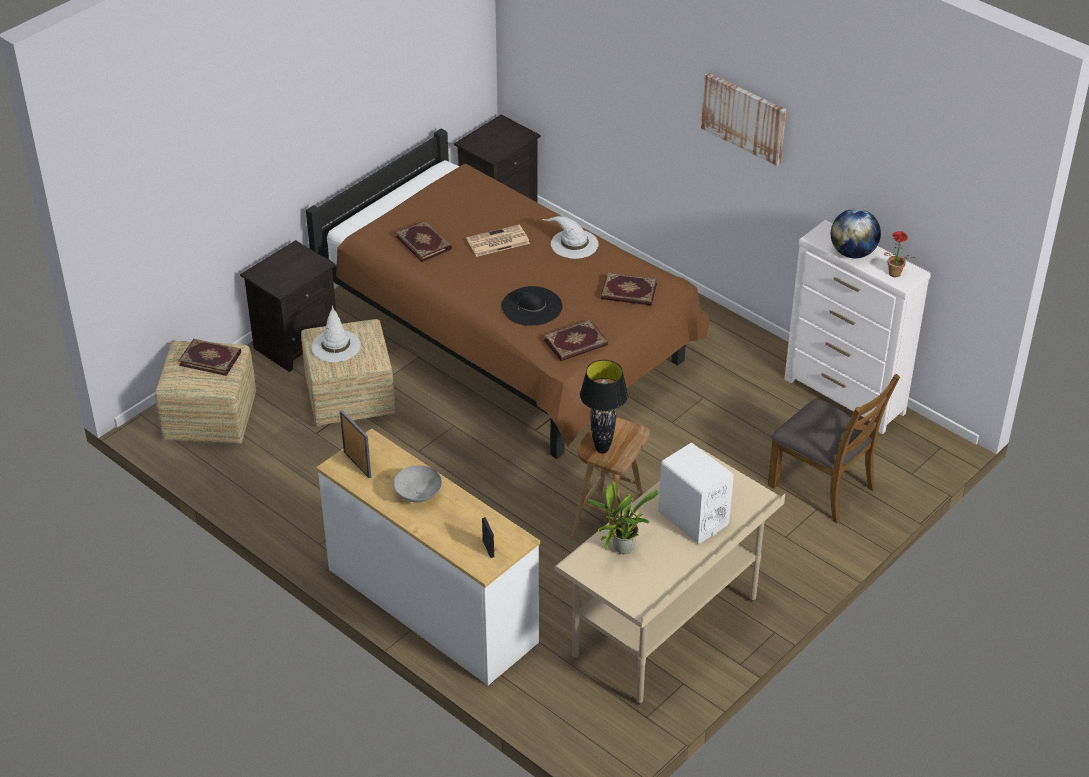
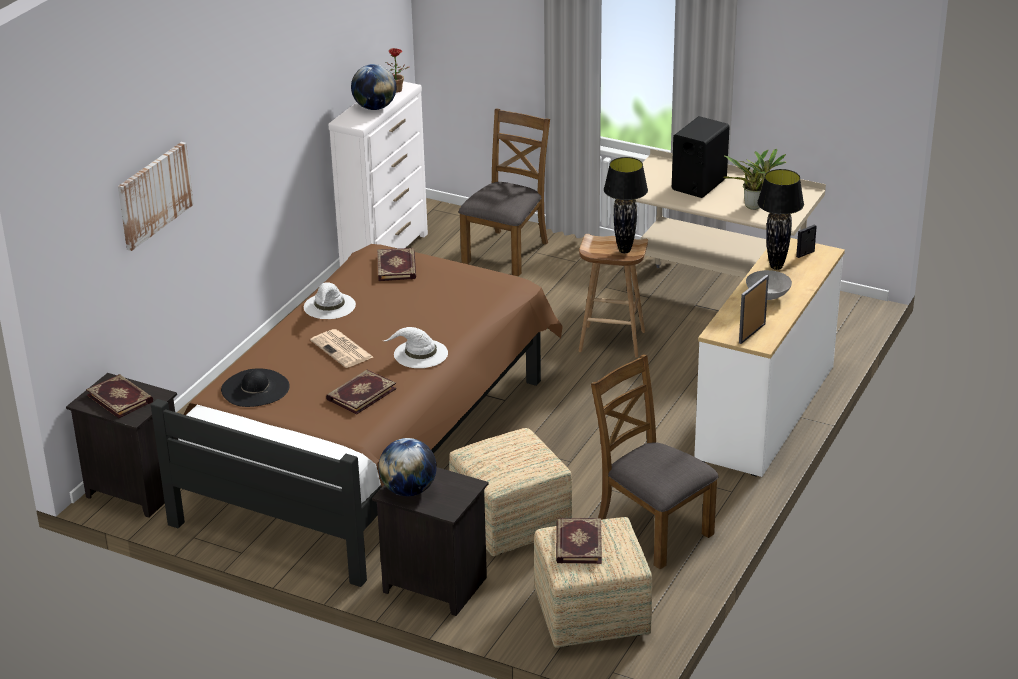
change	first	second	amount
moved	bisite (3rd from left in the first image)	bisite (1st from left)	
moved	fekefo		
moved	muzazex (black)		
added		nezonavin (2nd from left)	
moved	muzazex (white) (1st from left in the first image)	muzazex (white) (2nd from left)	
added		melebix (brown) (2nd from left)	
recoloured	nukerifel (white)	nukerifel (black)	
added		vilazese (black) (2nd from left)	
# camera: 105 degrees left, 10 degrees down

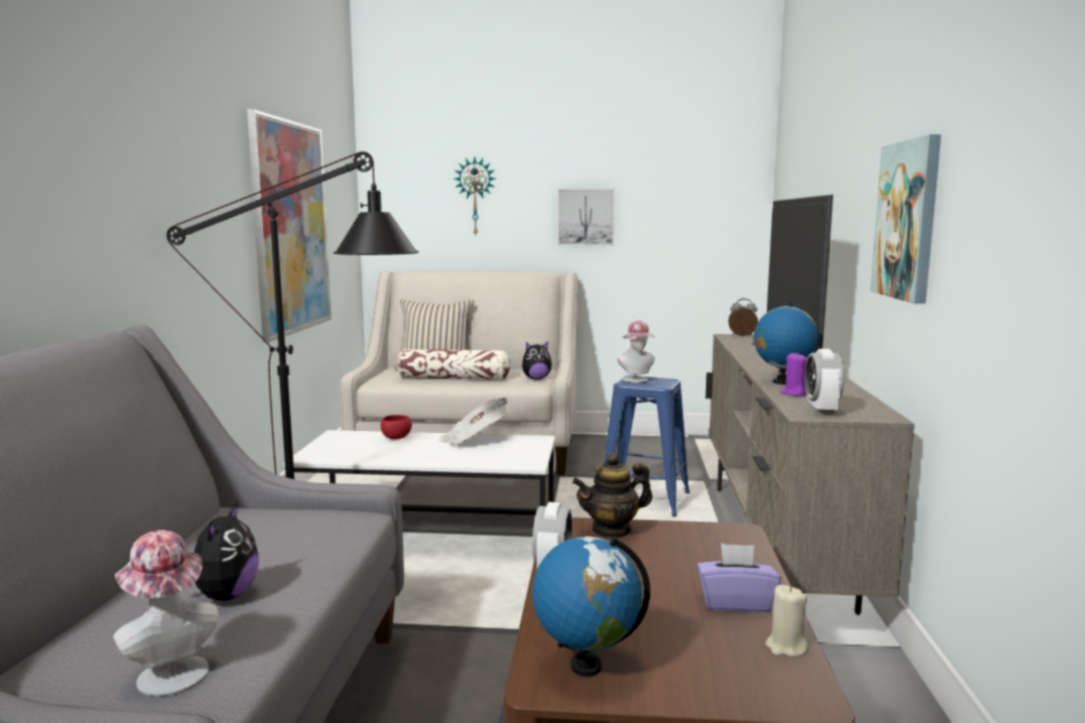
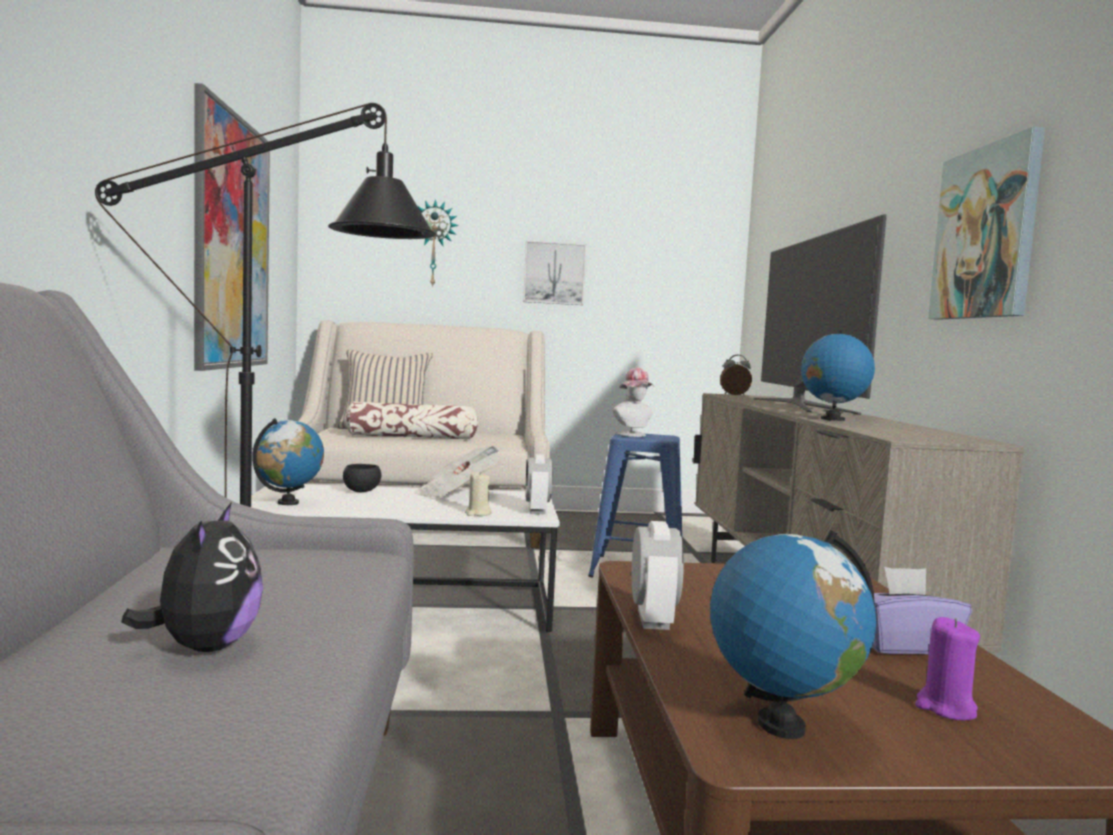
change	first	second	amount
added		nezonavin (1st from left)	
recoloured	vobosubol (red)	vobosubol (black)	
moved	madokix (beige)		
moved	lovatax (3rd from left in the first image)	lovatax (1st from left)	
moved	madokix (purple)		
removed	muzazex (1st from left)		
removed	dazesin (2nd from left)		
removed	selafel		
# camera: 10 degrees left, 5 degrees down

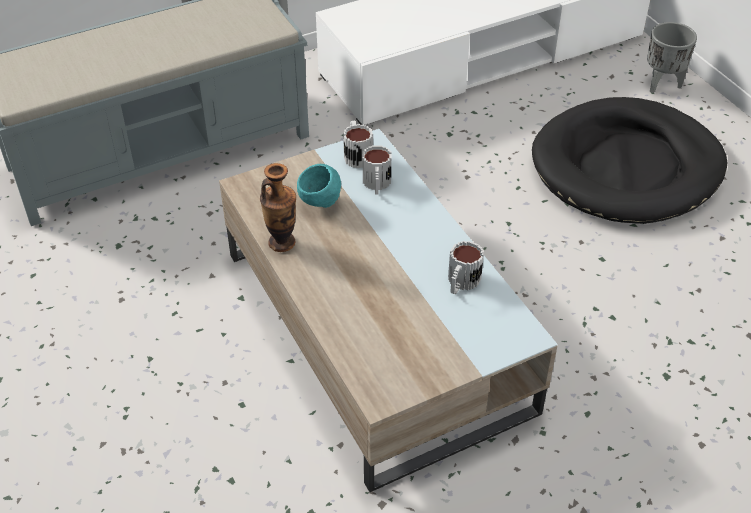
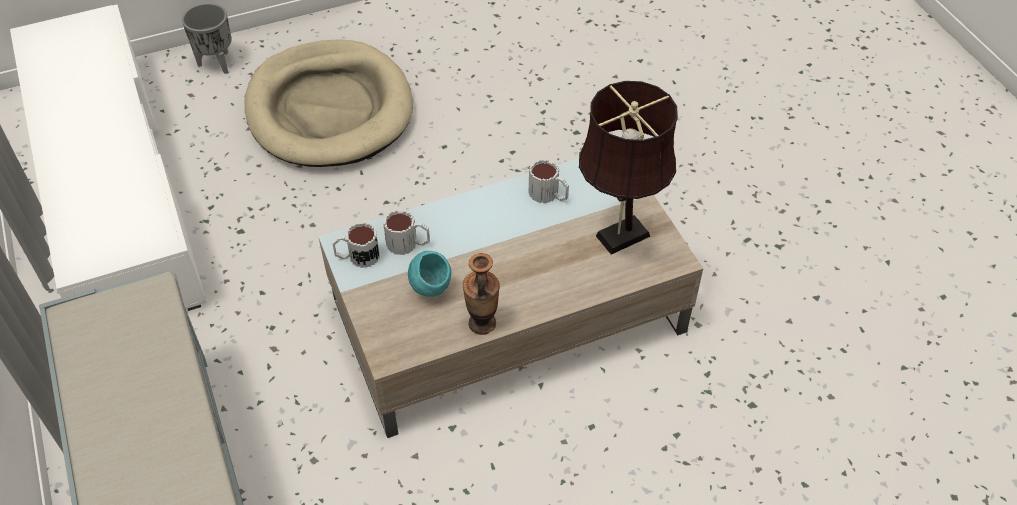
change	first	second	amount
recoloured	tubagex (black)	tubagex (beige)	
added		vilazese (brown)	
# camera: 85 degrees left, 5 degrees up

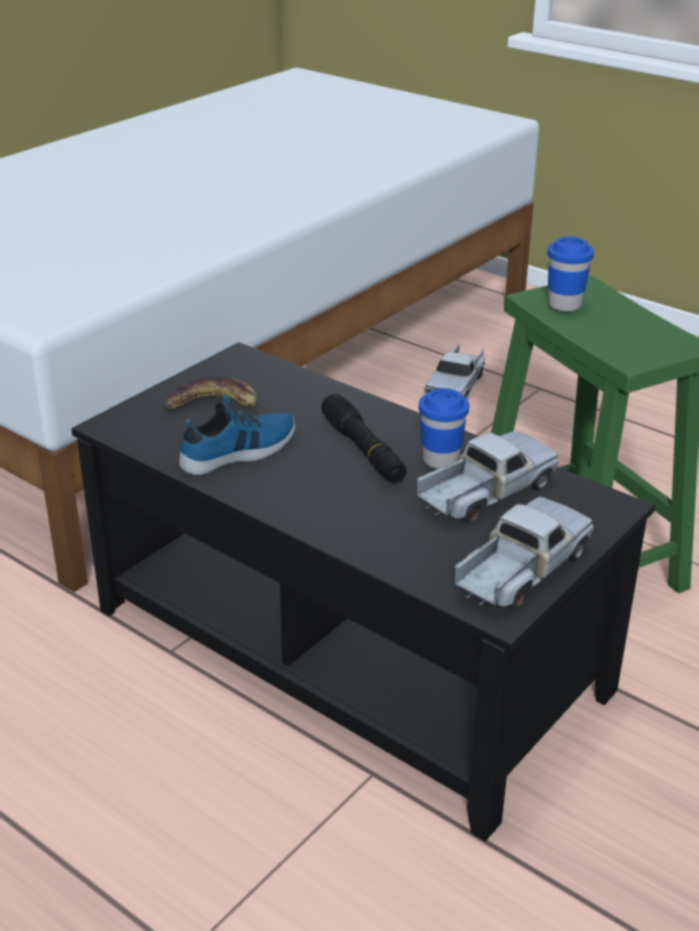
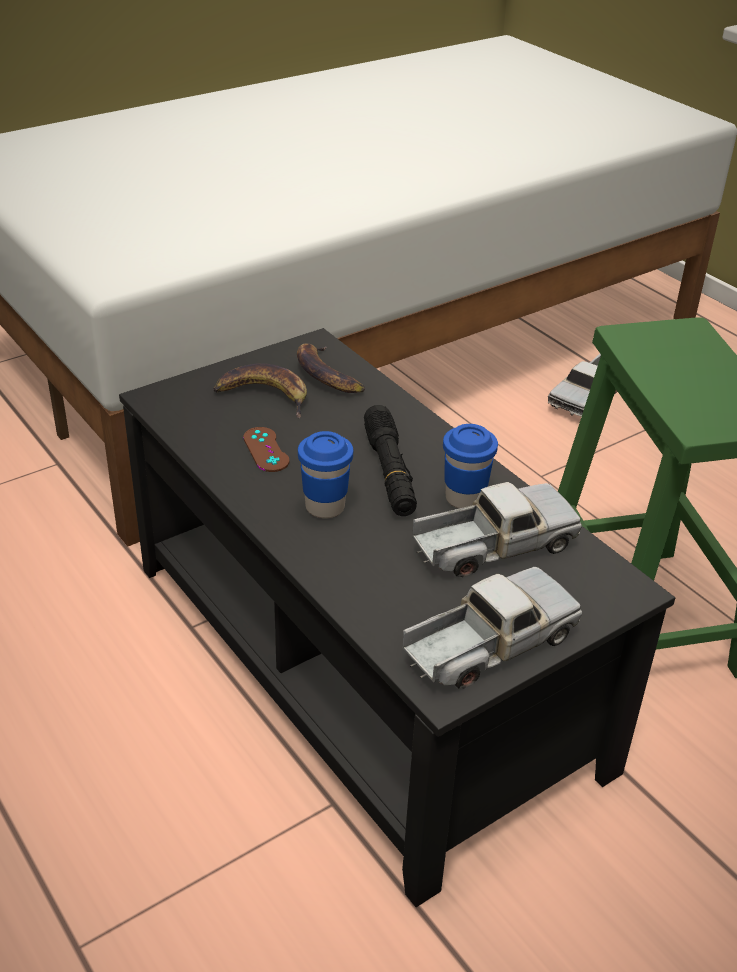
change	first	second	amount
replaced	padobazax	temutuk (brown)	
added		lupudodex (2nd from left)	
moved	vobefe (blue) (2nd from left in the first image)	vobefe (blue) (1st from left)	
# camera: 15 degrees right, 5 degrees up

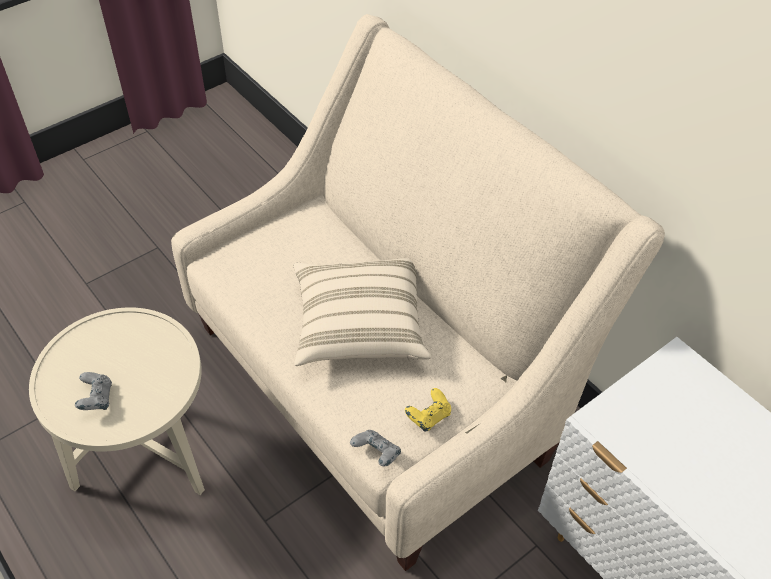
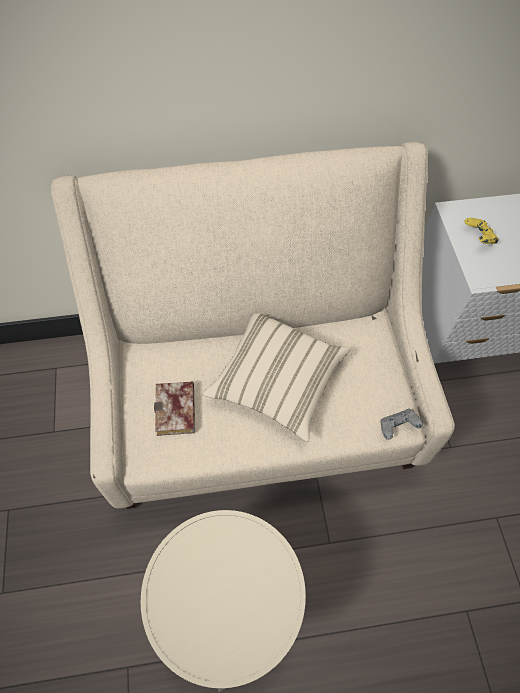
change	first	second	amount
added		bisite	
moved	temutuk (yellow)		
removed	temutuk (grey) (1st from left)		
# camera: 60 degrees left, 10 degrees up

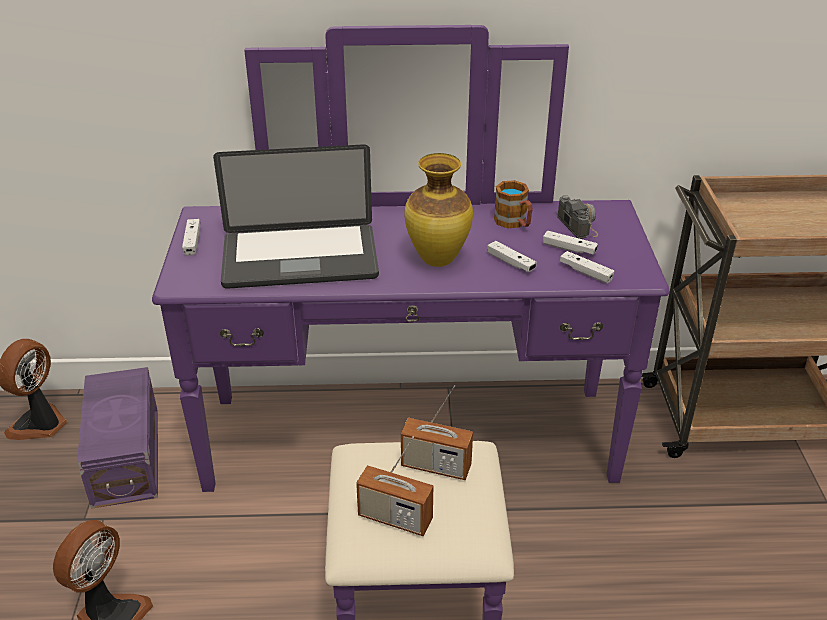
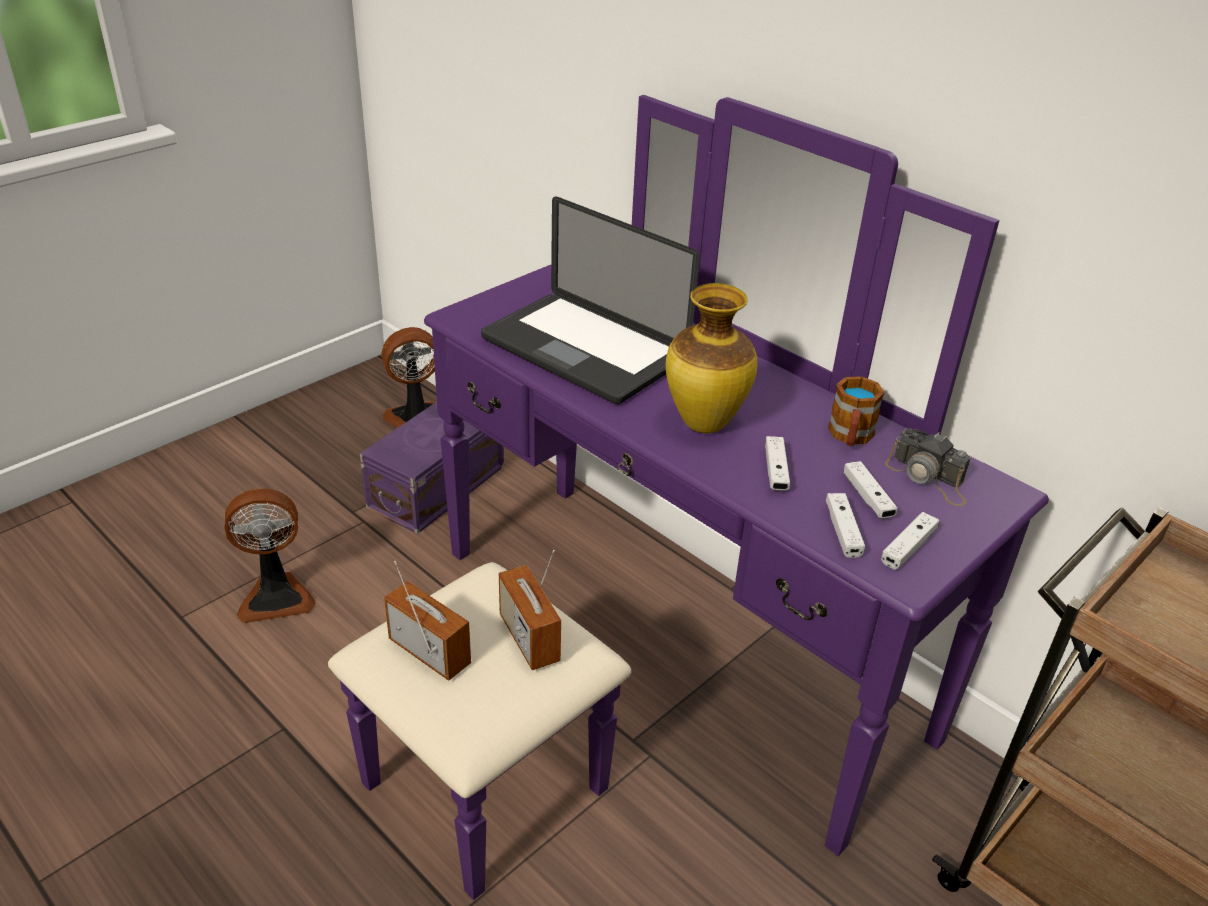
change	first	second	amount
turned	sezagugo (1st from left)		150 degrees clockwise
moved	temutuk (white) (1st from left in the first image)	temutuk (white) (4th from left)	
turned	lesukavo		105 degrees clockwise
# camera: 45 degrees right, 0 degrees up

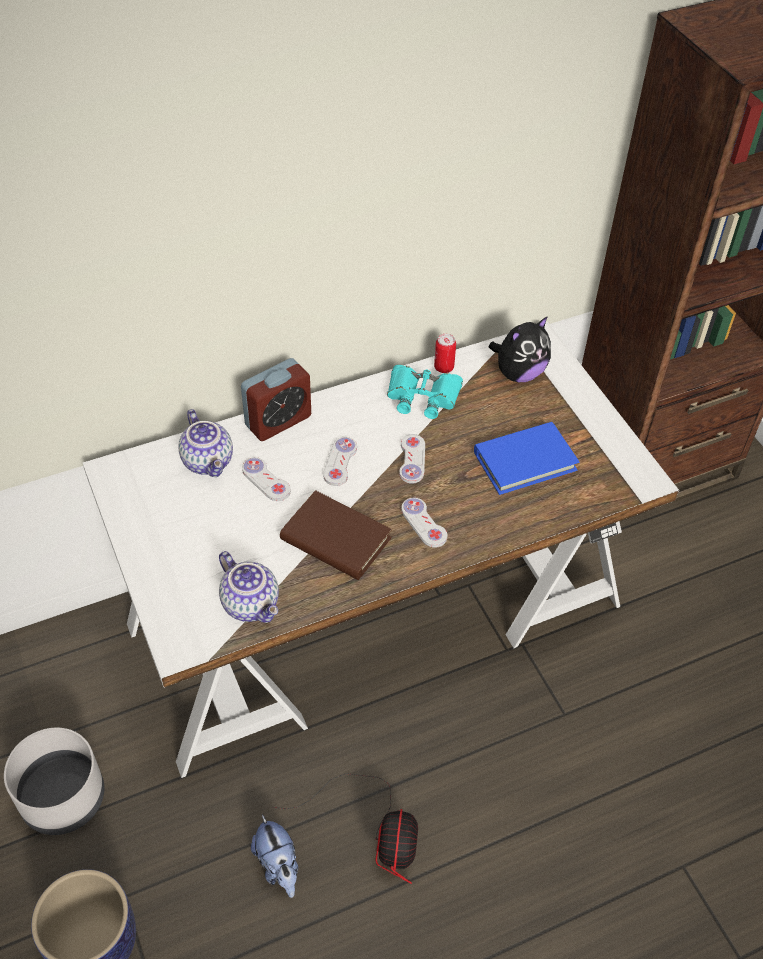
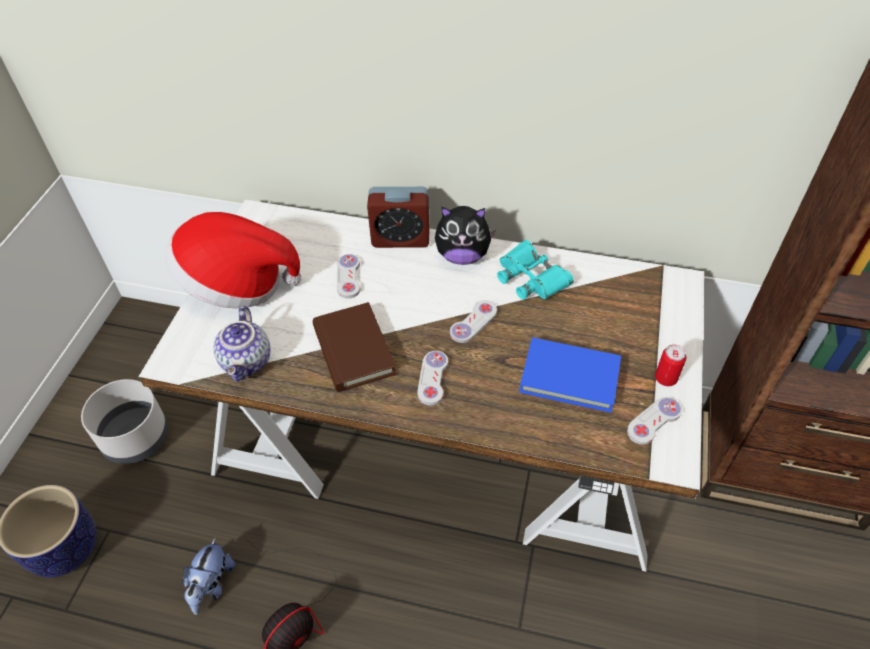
change	first	second	amount
added		muzazex	
moved	dazesin (2nd from left)		
moved	temutuk (white) (2nd from left in the first image)	temutuk (white) (4th from left)	
moved	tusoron		
removed	selafel (1st from left)		
# camera: 40 degrees right, 0 degrees up

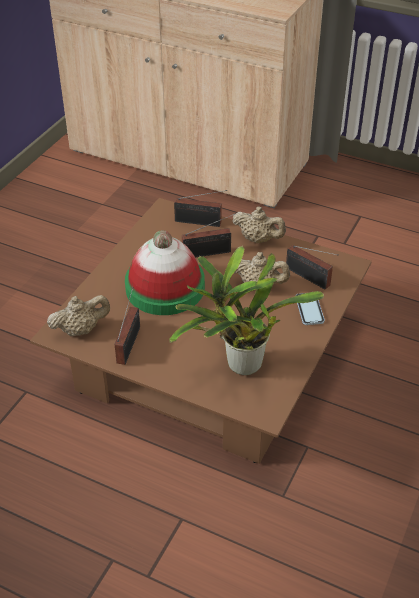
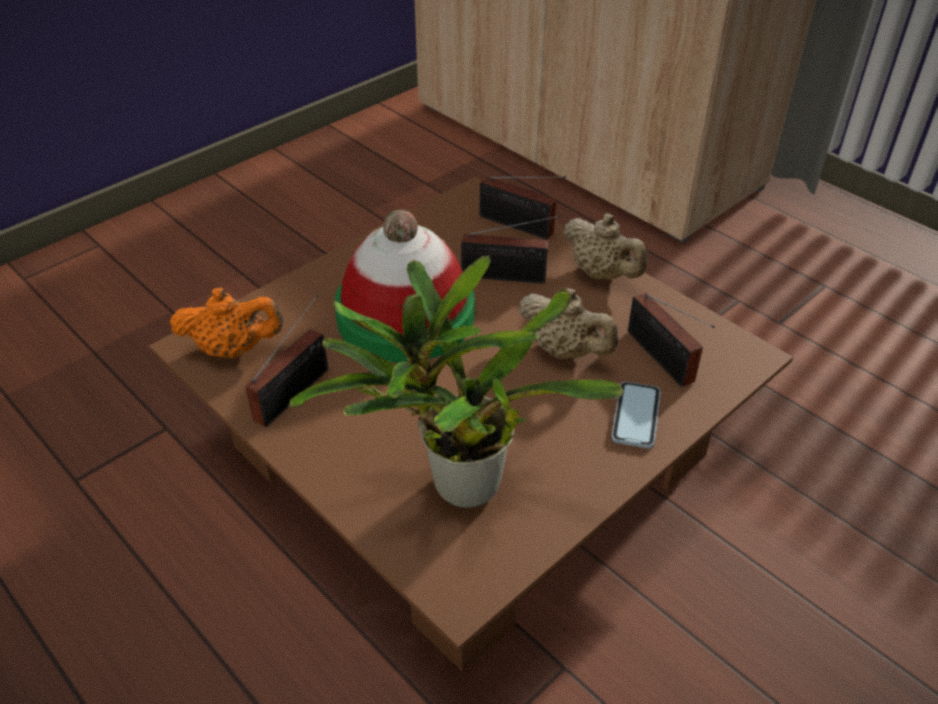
change	first	second	amount
recoloured	selafel (beige) (1st from left)	selafel (orange)	
# camera: 20 degrees right, 0 degrees up

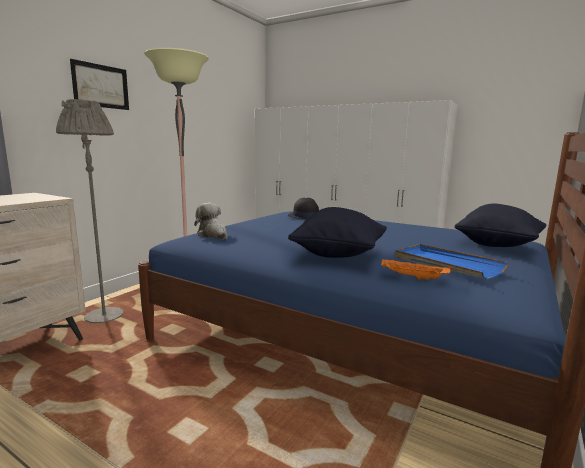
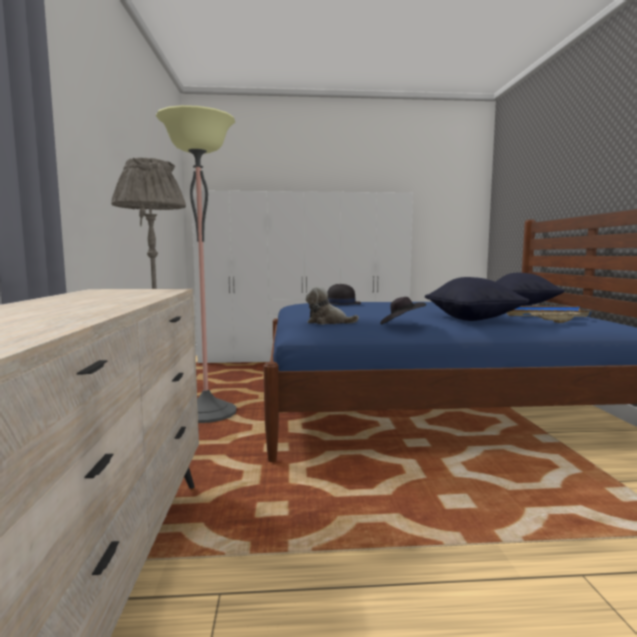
change	first	second	amount
added		muzazex (black) (2nd from left)	
recoloured	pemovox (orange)	pemovox (beige)	
removed	fekefo		
# camera: 35 degrees left, 5 degrees down

